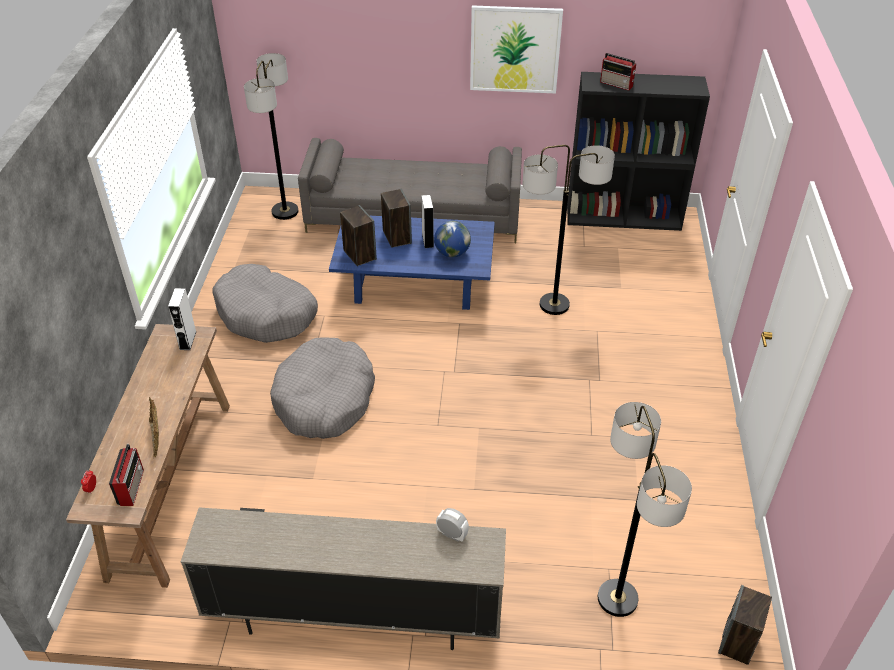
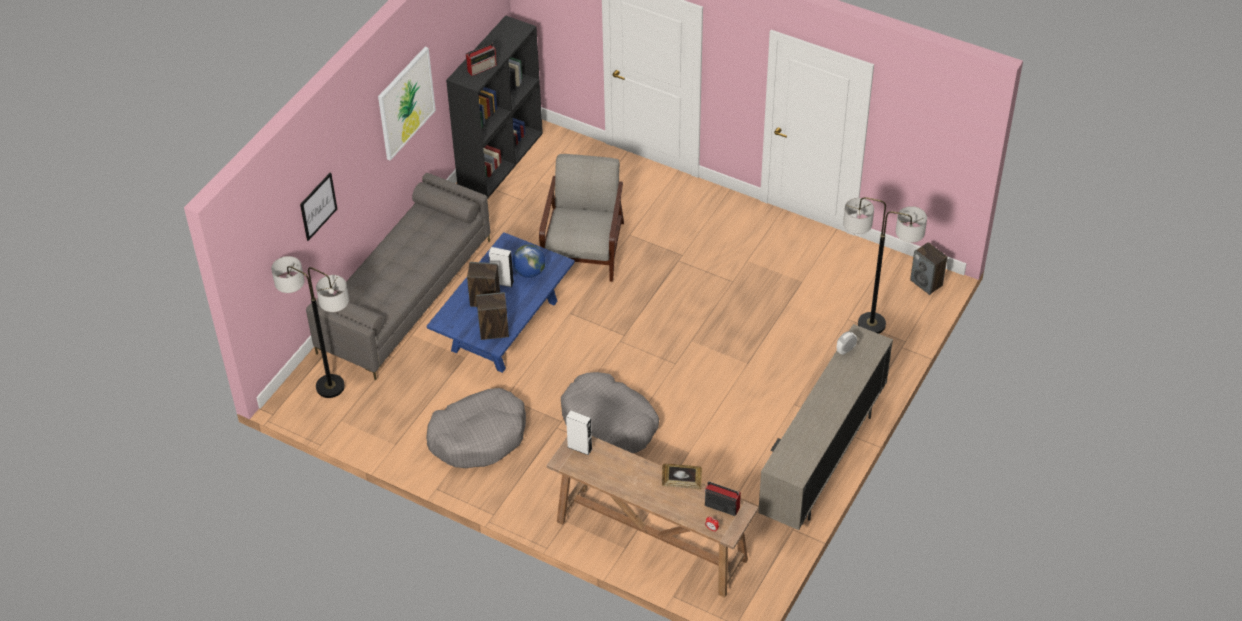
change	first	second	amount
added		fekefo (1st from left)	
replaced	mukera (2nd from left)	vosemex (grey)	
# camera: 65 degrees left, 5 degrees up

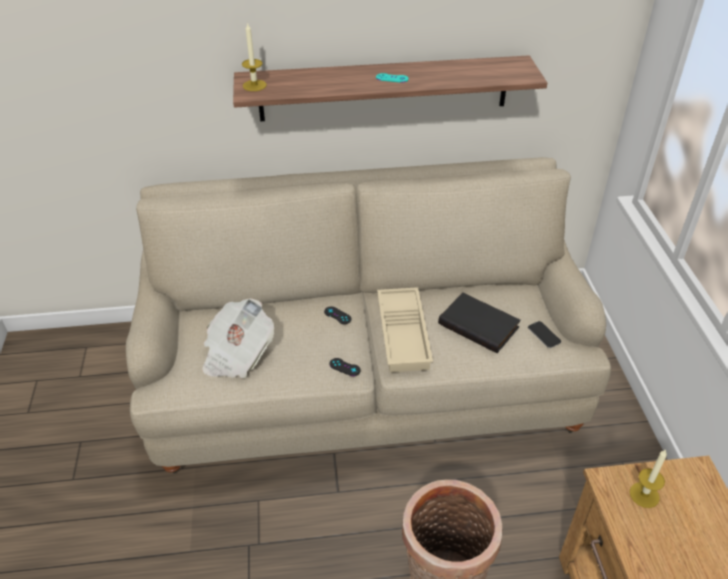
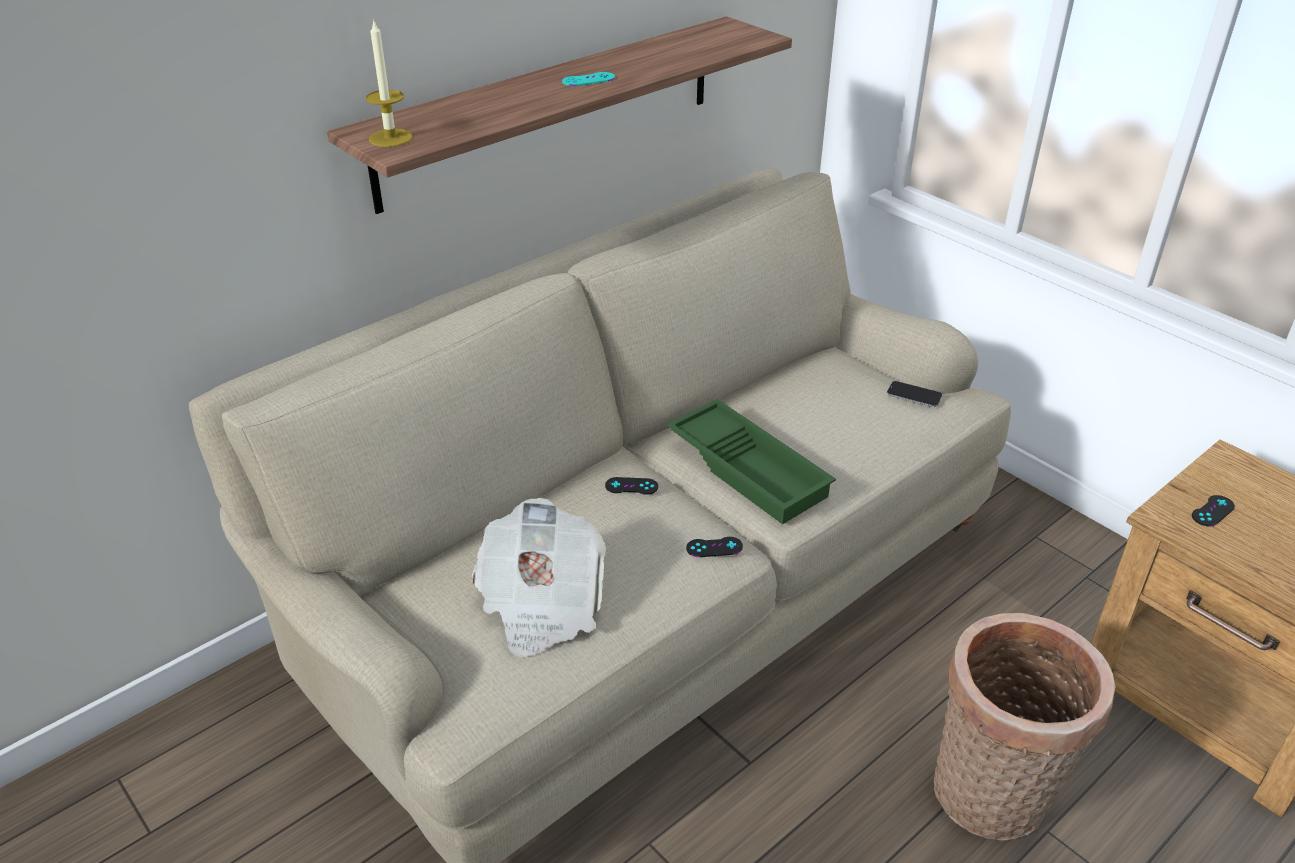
change	first	second	amount
recoloured	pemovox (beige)	pemovox (green)	
replaced	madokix (2nd from left)	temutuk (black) (3rd from left)	
removed	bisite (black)		
# camera: 35 degrees left, 5 degrees down

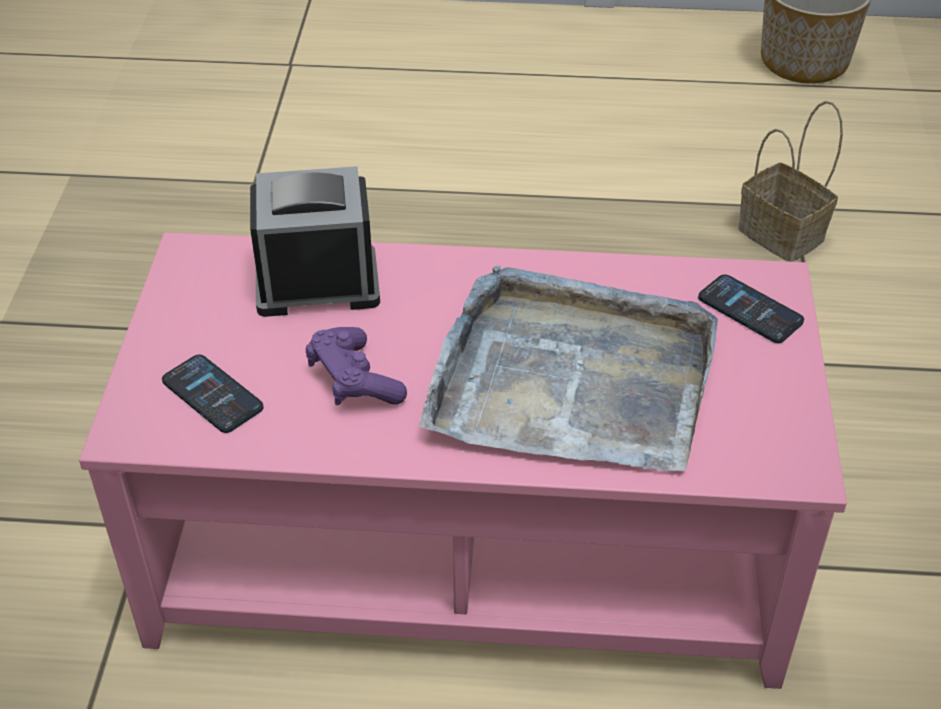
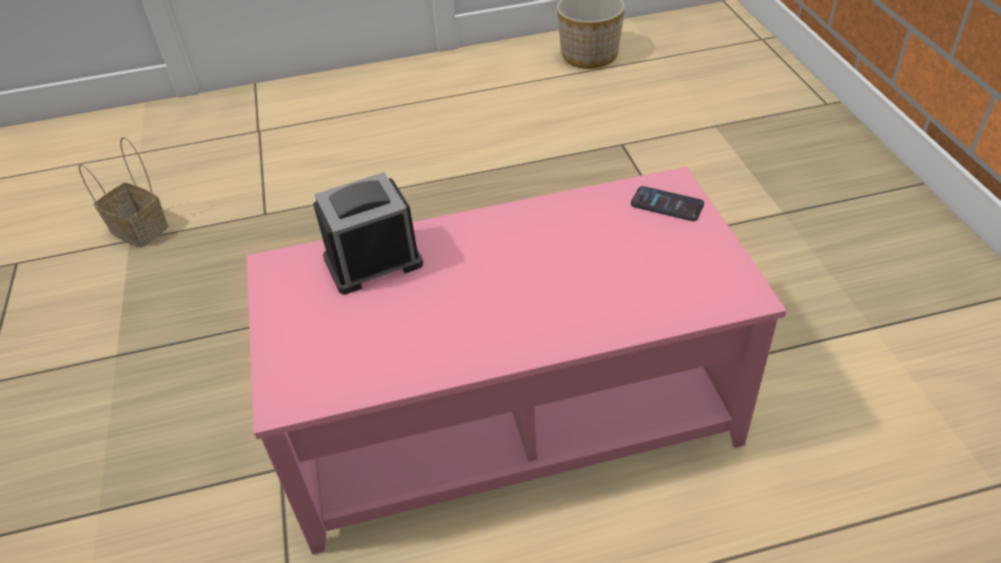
change	first	second	amount
moved	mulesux		
removed	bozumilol (1st from left)		
removed	temutuk (purple)		
removed	pemovox (grey)		
# camera: 15 degrees left, 0 degrees up

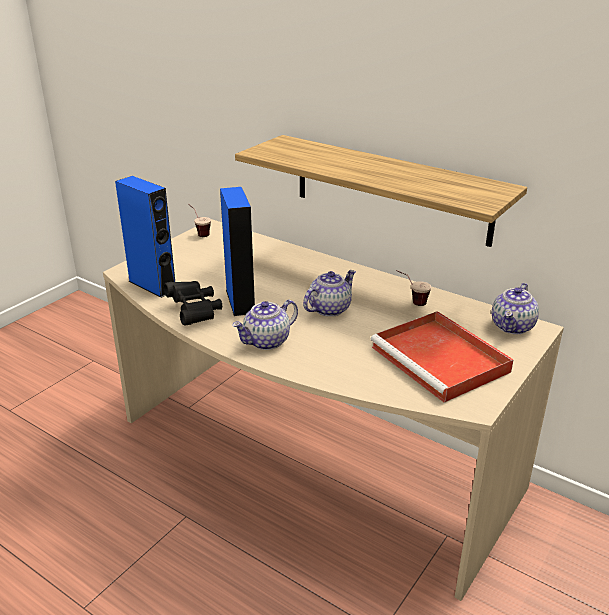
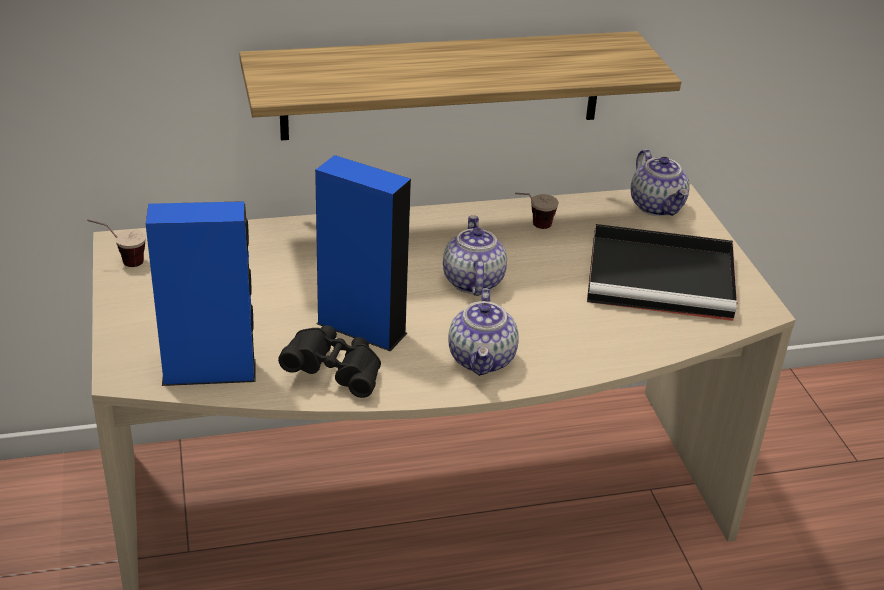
change	first	second	amount
recoloured	pemovox (red)	pemovox (black)	
# camera: 50 degrees left, 5 degrees up

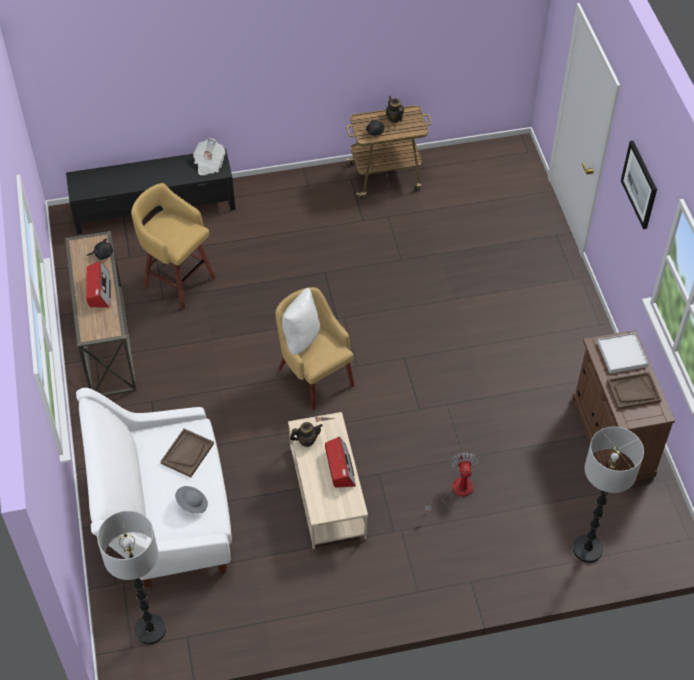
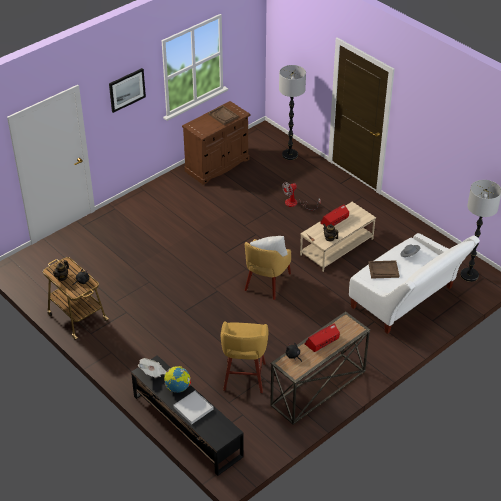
change	first	second	amount
added		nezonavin	
moved	pemovox (white)		
# camera: 120 degrees left, 10 degrees down

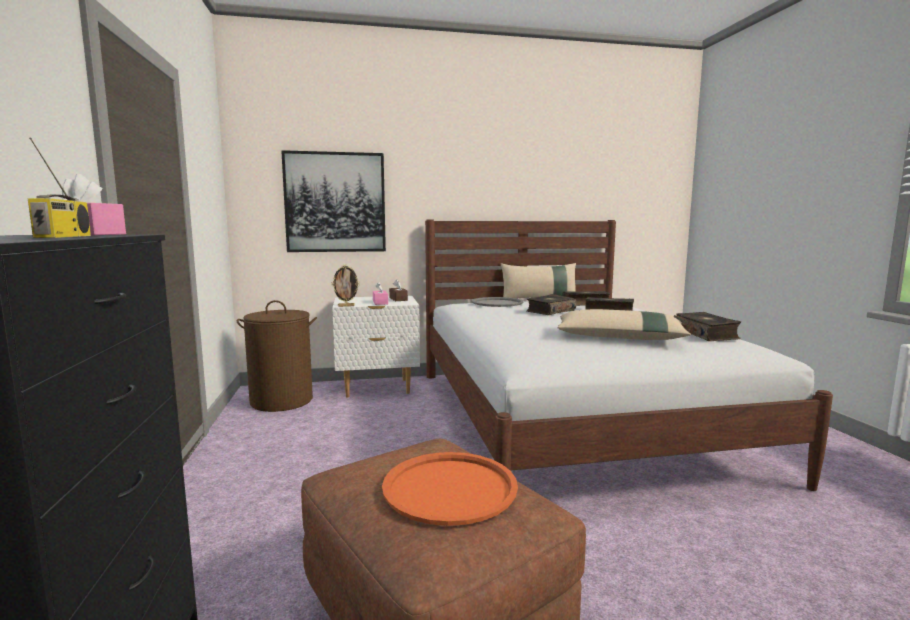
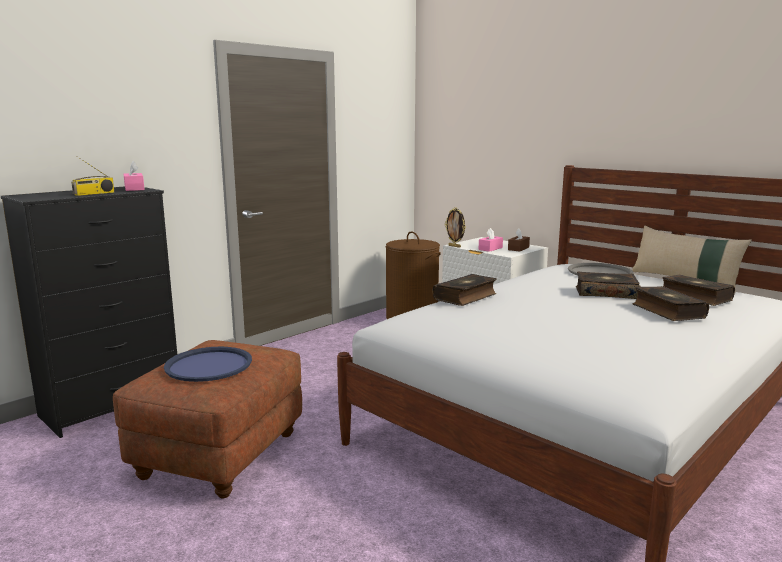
change	first	second	amount
recoloured	pemovox (orange)	pemovox (blue)	
moved	bisite (4th from left in the first image)	bisite (1st from left)	
removed	fekefo		
removed	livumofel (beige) (2nd from left)		
# camera: 55 degrees right, 5 degrees up

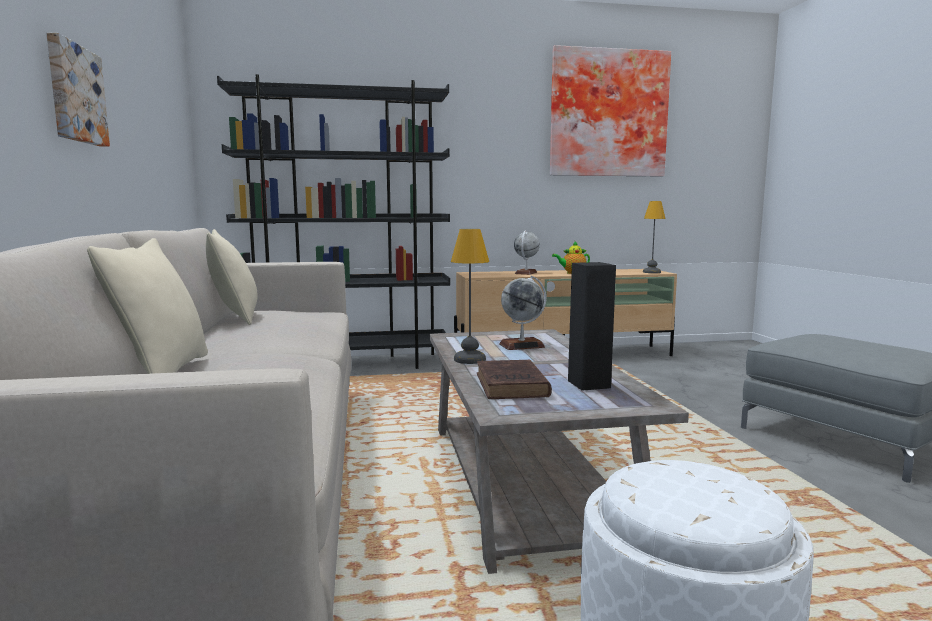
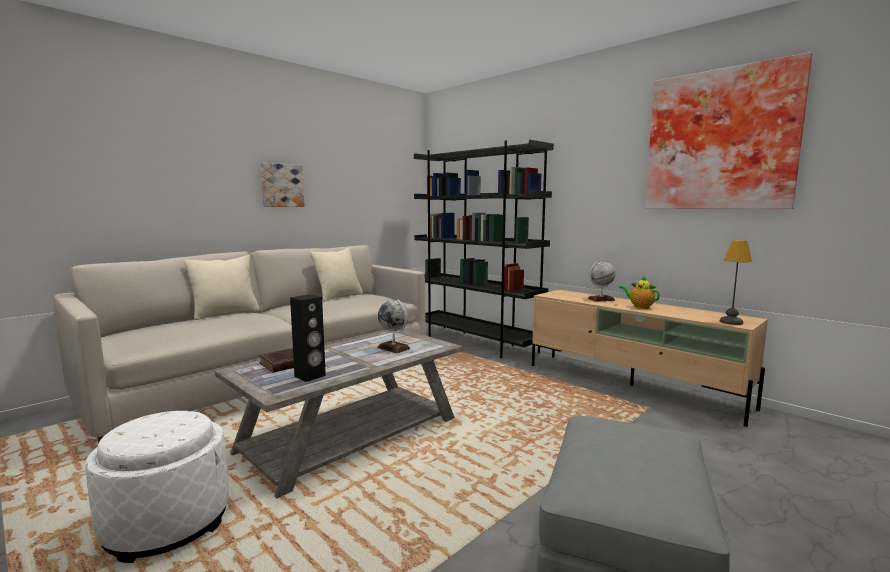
change	first	second	amount
removed	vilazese (1st from left)		
# camera: 55 degrees right, 0 degrees up

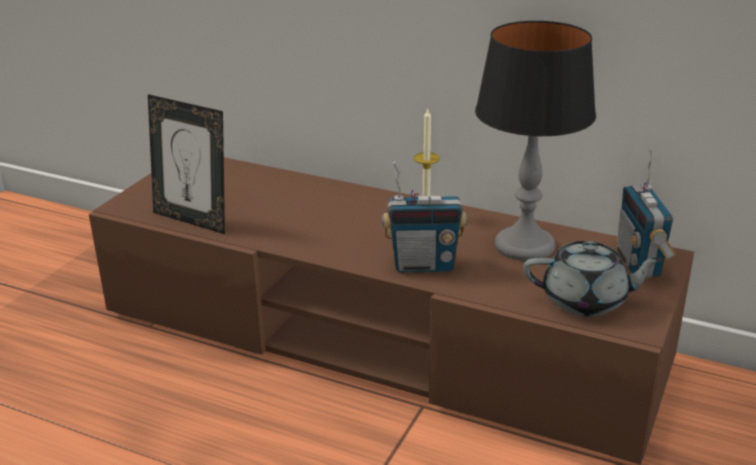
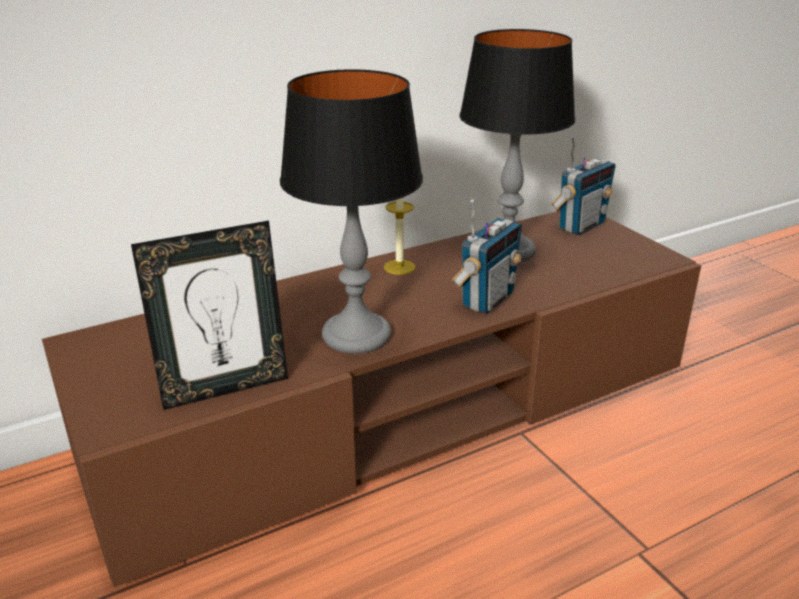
change	first	second	amount
added		vilazese (1st from left)	
turned	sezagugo (2nd from left)		75 degrees counterclockwise
removed	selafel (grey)		
# camera: 55 degrees left, 0 degrees up

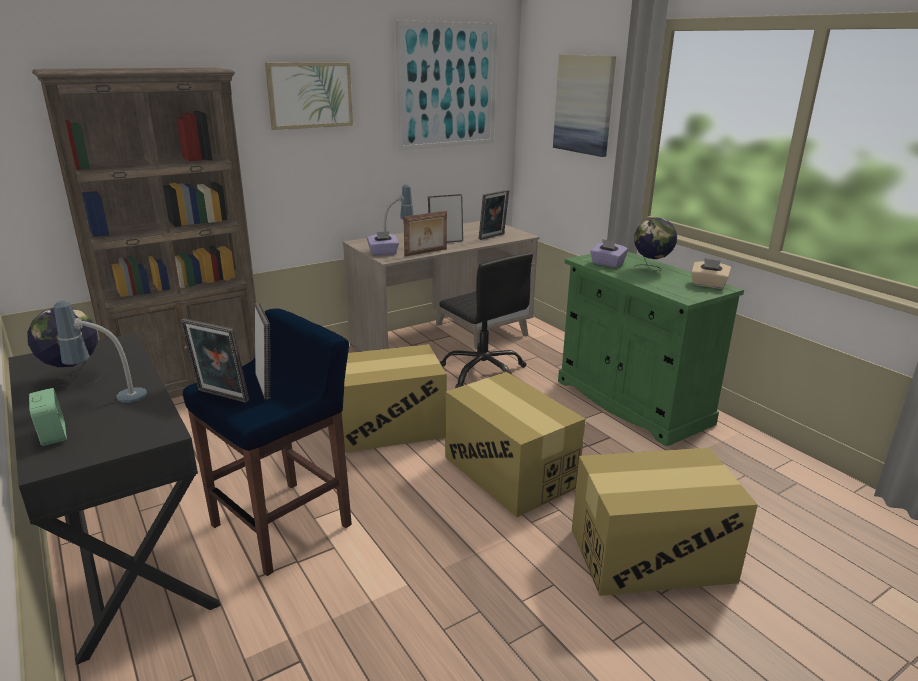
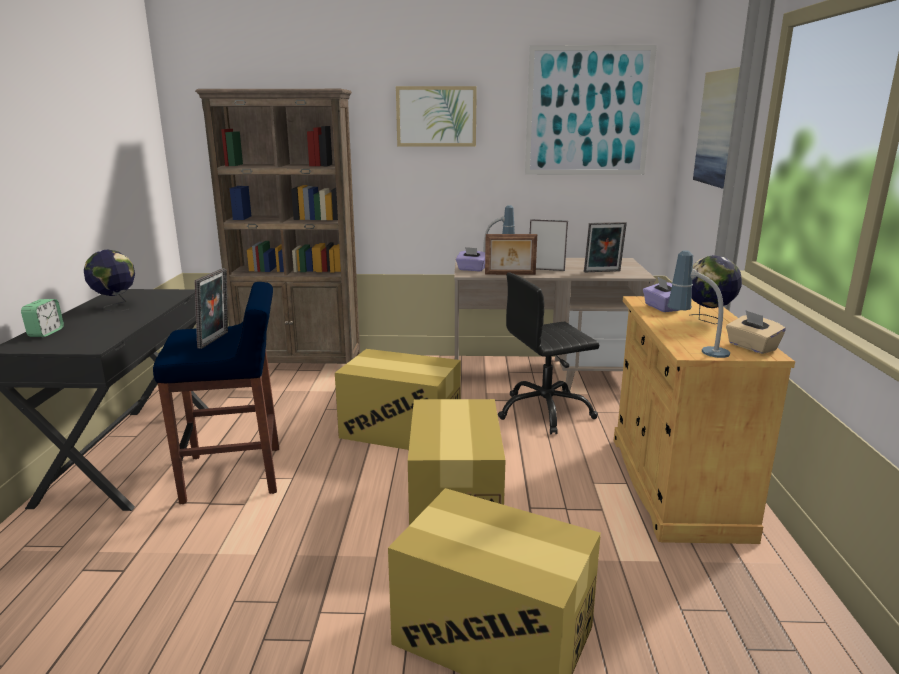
change	first	second	amount
turned	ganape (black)		75 degrees clockwise
recoloured	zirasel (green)	zirasel (beige)	
moved	vilazese (1st from left in the first image)	vilazese (2nd from left)	
removed	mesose (1st from left)		
# camera: 35 degrees right, 5 degrees down

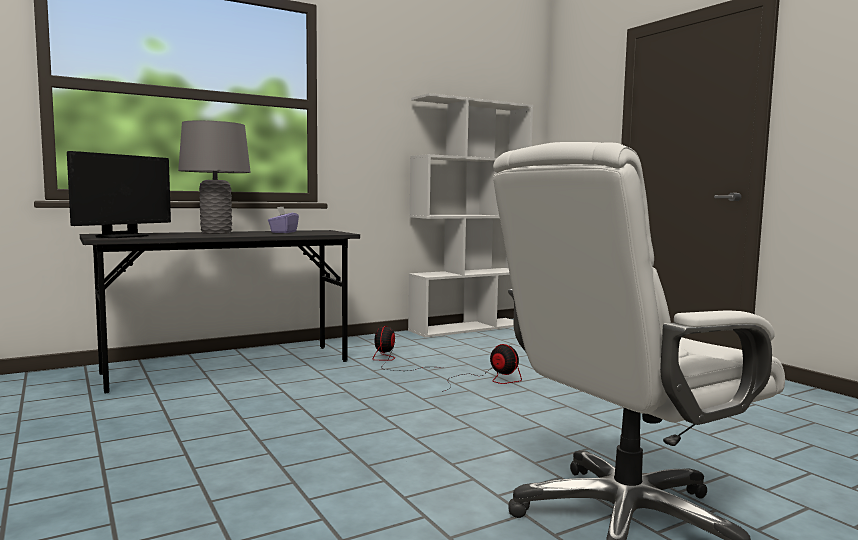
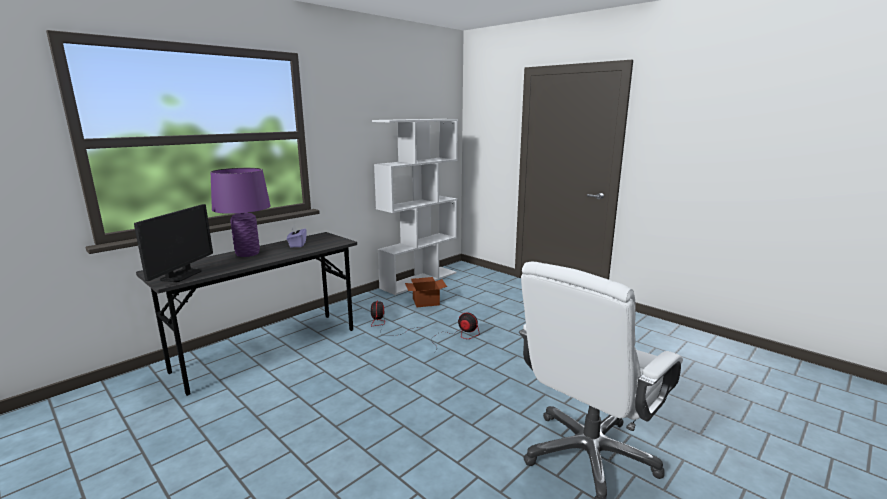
change	first	second	amount
recoloured	vilazese (grey)	vilazese (purple)	
added		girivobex	
# camera: 15 degrees left, 10 degrees up

